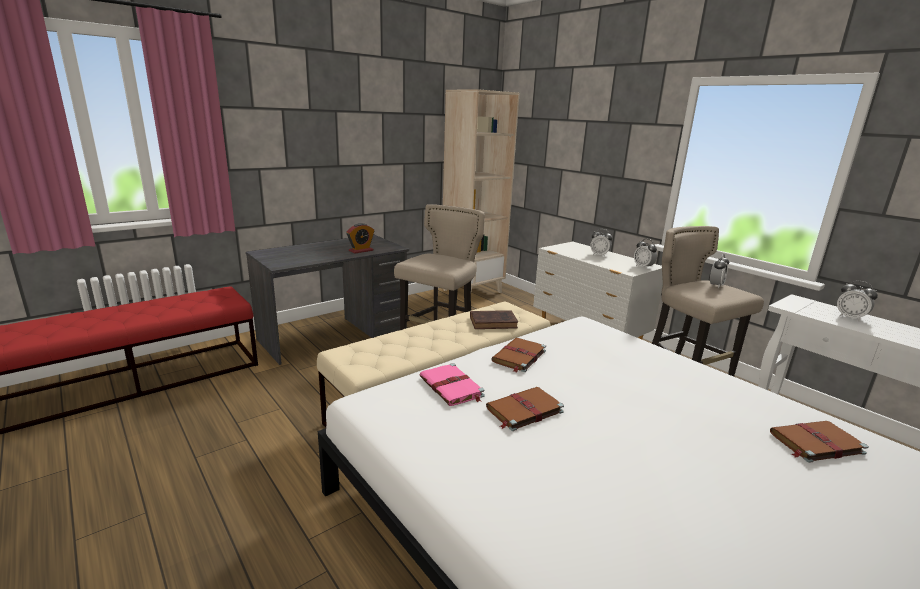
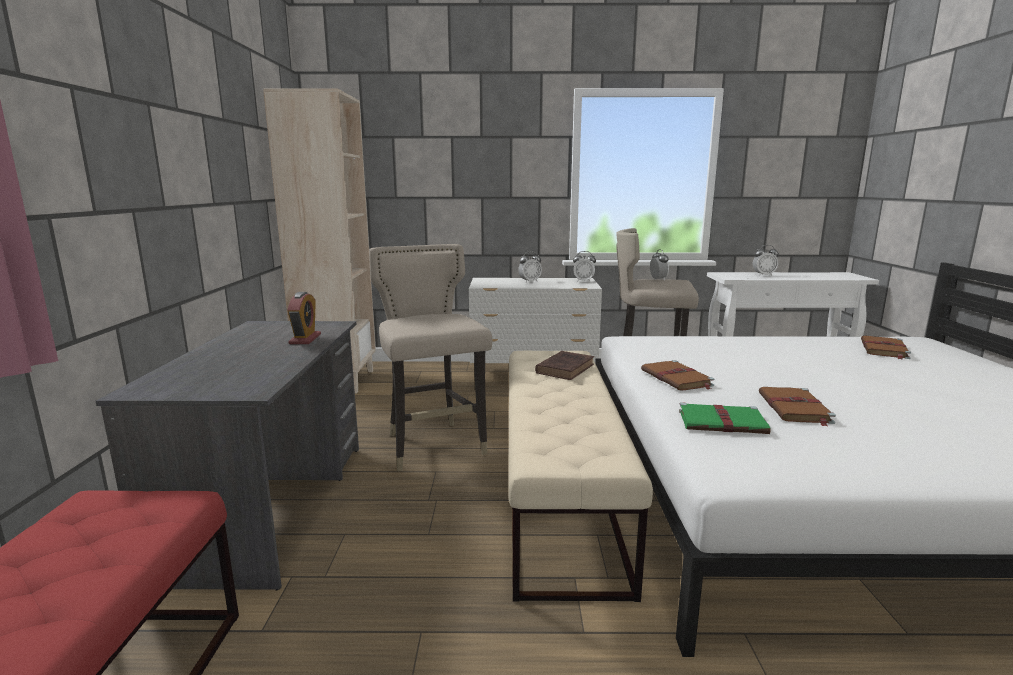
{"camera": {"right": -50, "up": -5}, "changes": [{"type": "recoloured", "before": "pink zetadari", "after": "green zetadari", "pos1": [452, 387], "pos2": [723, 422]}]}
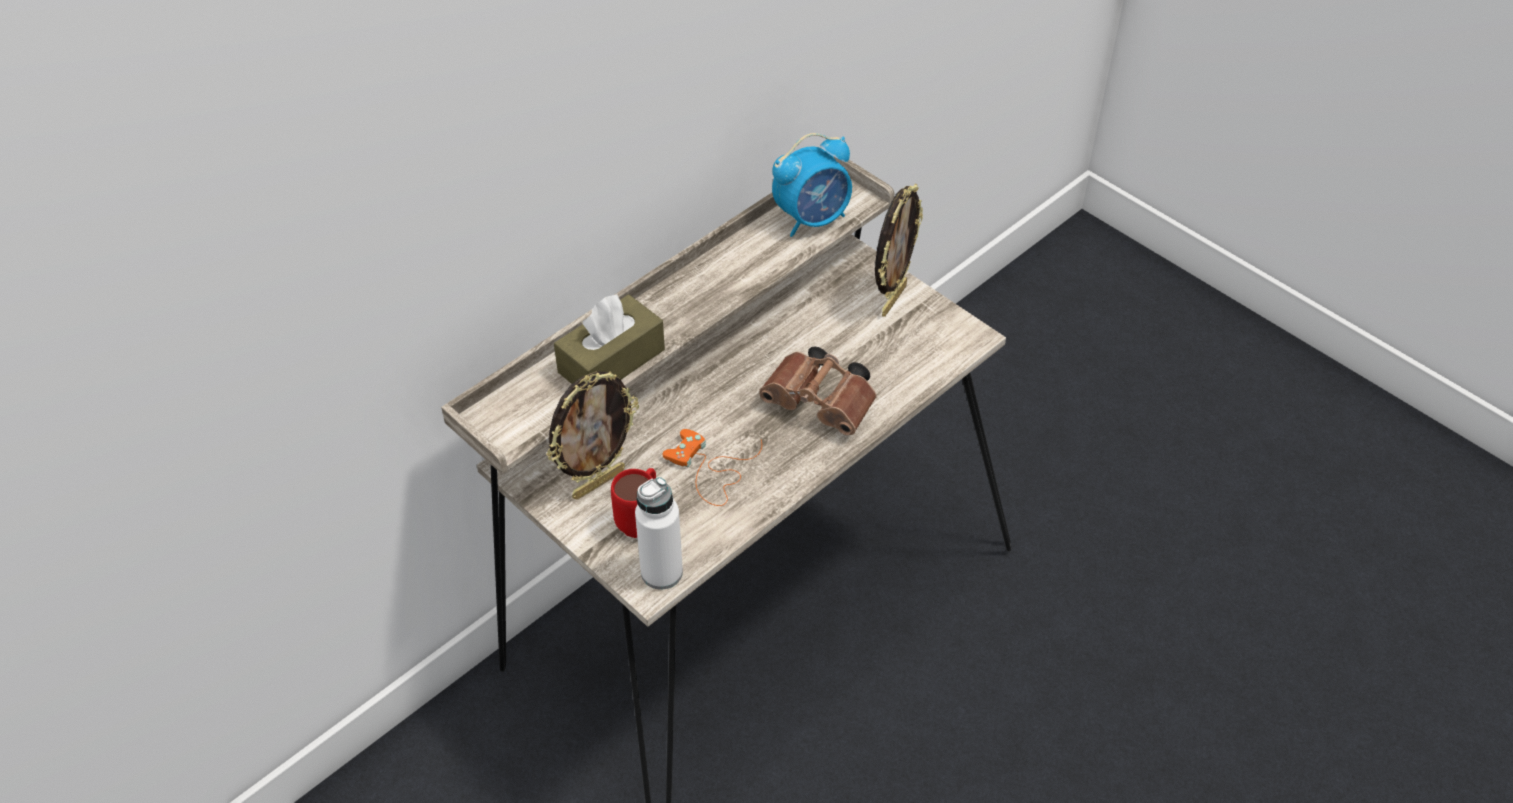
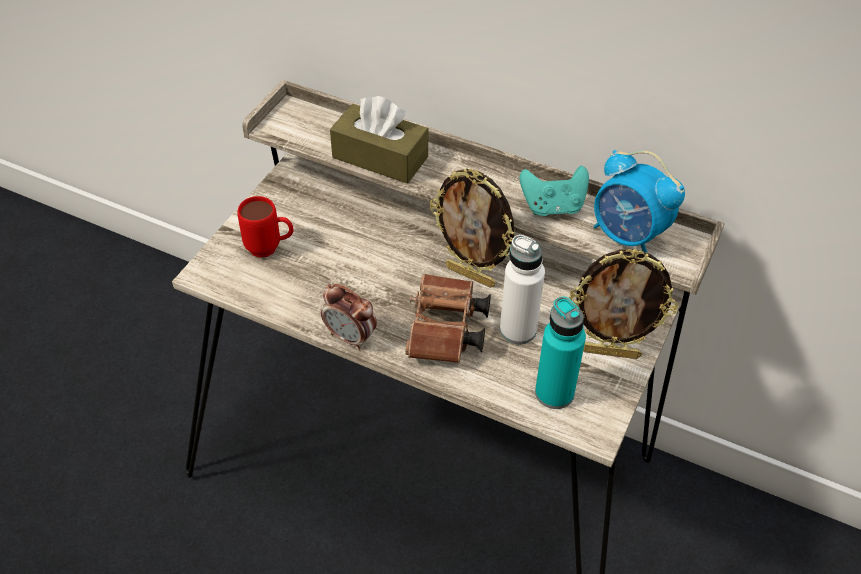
{"camera": {"right": 70, "up": 0}, "changes": [{"type": "moved", "before": "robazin", "pos1": [598, 482], "pos2": [471, 275]}, {"type": "moved", "before": "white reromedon", "pos1": [661, 572], "pos2": [518, 330]}, {"type": "removed", "before": "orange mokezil", "pos1": [710, 469]}, {"type": "added", "after": "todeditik", "pos2": [350, 337]}, {"type": "added", "after": "turquoise mokezil", "pos2": [553, 207]}, {"type": "added", "after": "turquoise reromedon", "pos2": [554, 393]}]}
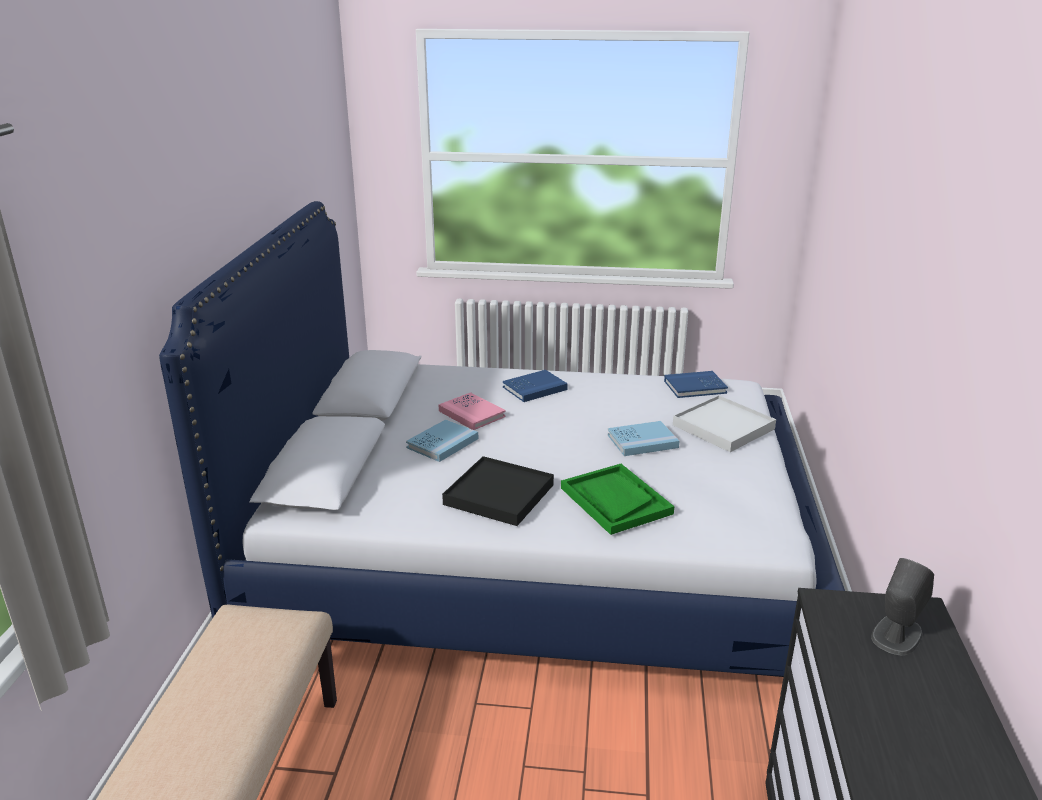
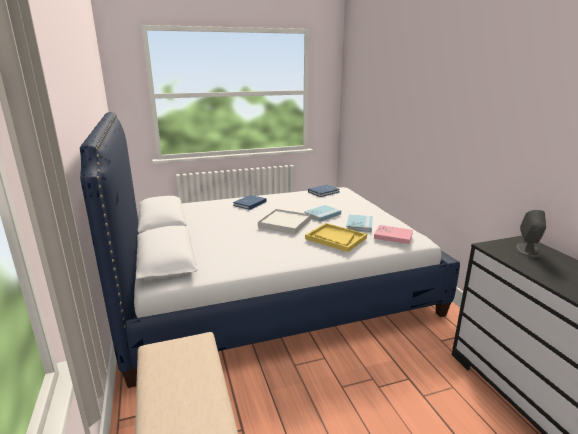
{"camera": {"right": -25, "up": -5}, "changes": [{"type": "moved", "before": "blue zetadari", "pos1": [442, 443], "pos2": [359, 224]}, {"type": "moved", "before": "pink zetadari", "pos1": [471, 414], "pos2": [393, 236]}, {"type": "removed", "before": "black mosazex", "pos1": [498, 495]}, {"type": "recoloured", "before": "green mosazex", "after": "yellow mosazex", "pos1": [615, 501], "pos2": [335, 238]}, {"type": "moved", "before": "white mosazex", "pos1": [723, 427], "pos2": [284, 223]}]}
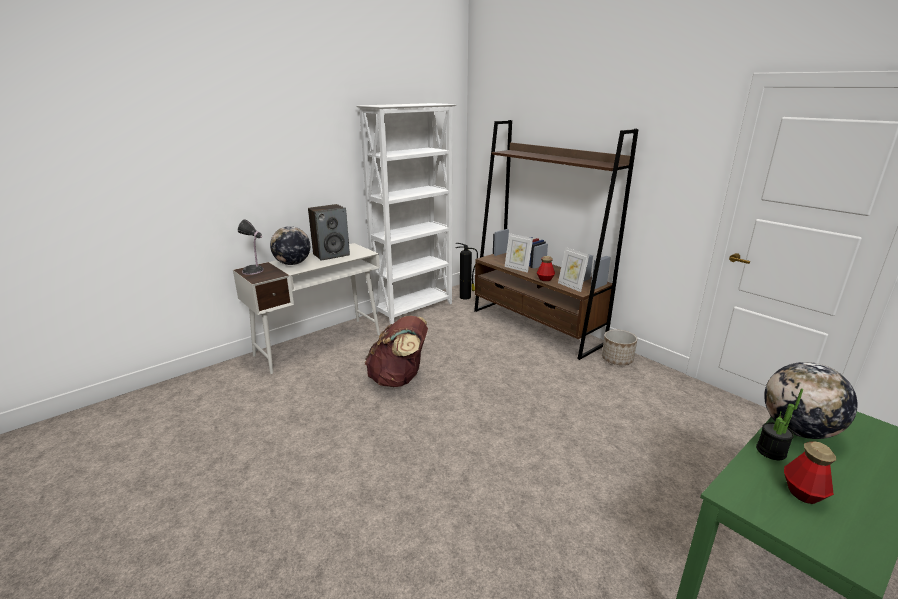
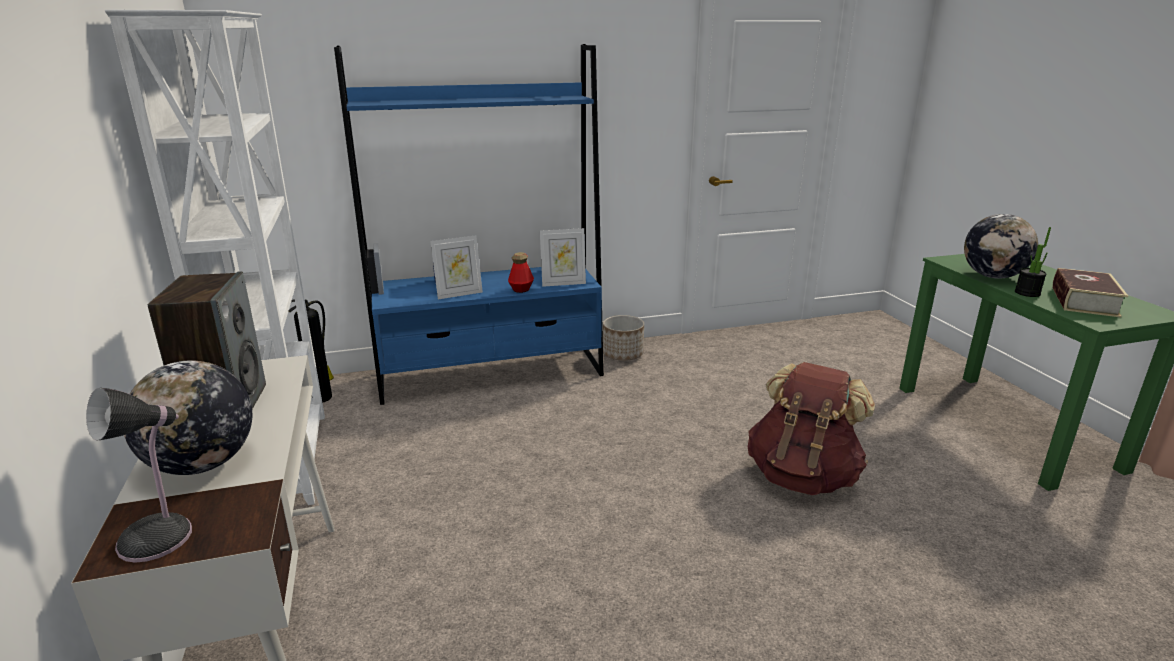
{"camera": {"right": -65, "up": 0}, "changes": [{"type": "moved", "before": "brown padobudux", "pos1": [399, 379], "pos2": [802, 476]}, {"type": "recoloured", "before": "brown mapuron", "after": "blue mapuron", "pos1": [536, 326], "pos2": [491, 374]}, {"type": "replaced", "before": "reromedon", "after": "zetadari", "pos1": [803, 493], "pos2": [1084, 301]}]}
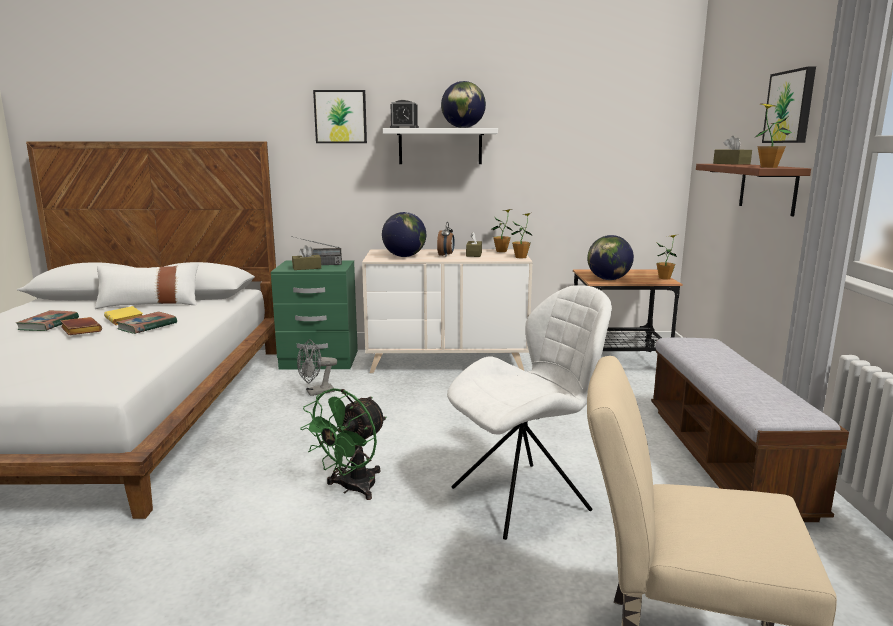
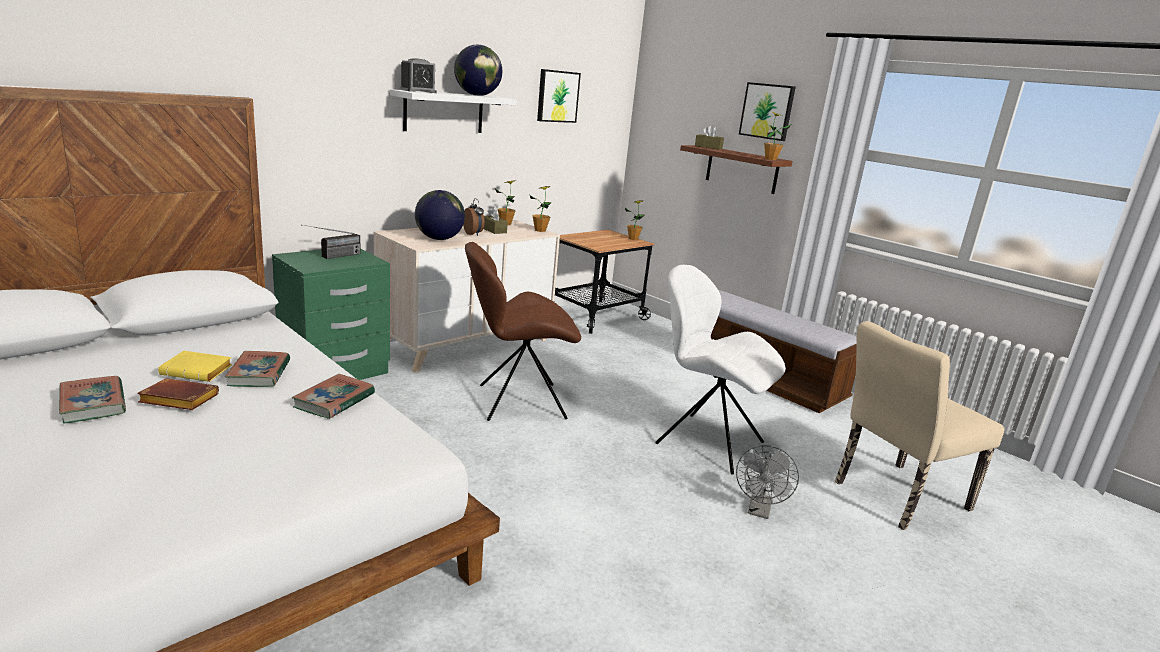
{"camera": {"right": -45, "up": 5}, "changes": [{"type": "removed", "before": "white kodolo", "pos1": [149, 304]}, {"type": "removed", "before": "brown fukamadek", "pos1": [307, 268]}, {"type": "moved", "before": "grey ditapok", "pos1": [316, 392], "pos2": [759, 511]}, {"type": "removed", "before": "green ditapok", "pos1": [351, 489]}, {"type": "moved", "before": "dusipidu", "pos1": [340, 117], "pos2": [557, 96]}, {"type": "turned", "before": "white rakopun", "pos1": [524, 498], "pos2": [706, 441], "turn": -75}, {"type": "removed", "before": "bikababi", "pos1": [608, 279]}, {"type": "added", "after": "zetadari", "pos2": [334, 401]}, {"type": "added", "after": "brown rakopun", "pos2": [517, 402]}]}
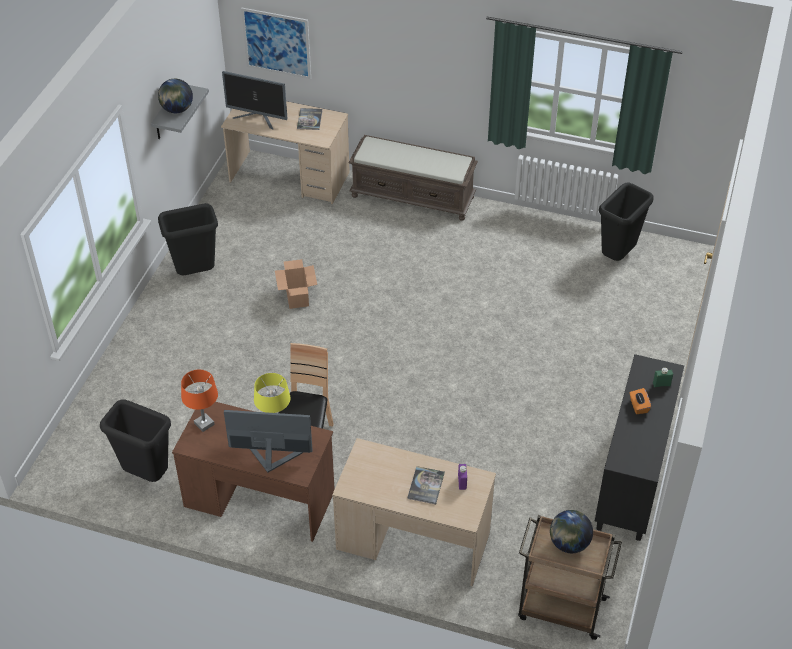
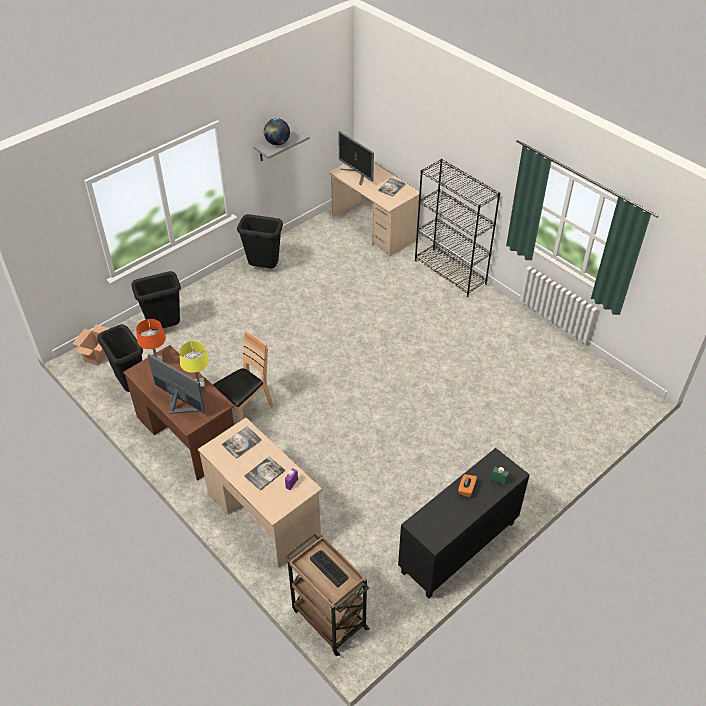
{"camera": {"right": 30, "up": 0}, "changes": [{"type": "removed", "before": "dusipidu", "pos1": [276, 43]}, {"type": "moved", "before": "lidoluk", "pos1": [297, 298], "pos2": [97, 356]}, {"type": "replaced", "before": "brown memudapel", "after": "black mapuron", "pos1": [413, 196], "pos2": [450, 272]}, {"type": "replaced", "before": "bikababi", "after": "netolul", "pos1": [569, 543], "pos2": [329, 568]}, {"type": "moved", "before": "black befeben", "pos1": [617, 257], "pos2": [165, 329]}, {"type": "added", "after": "zetadari", "pos2": [241, 442]}]}
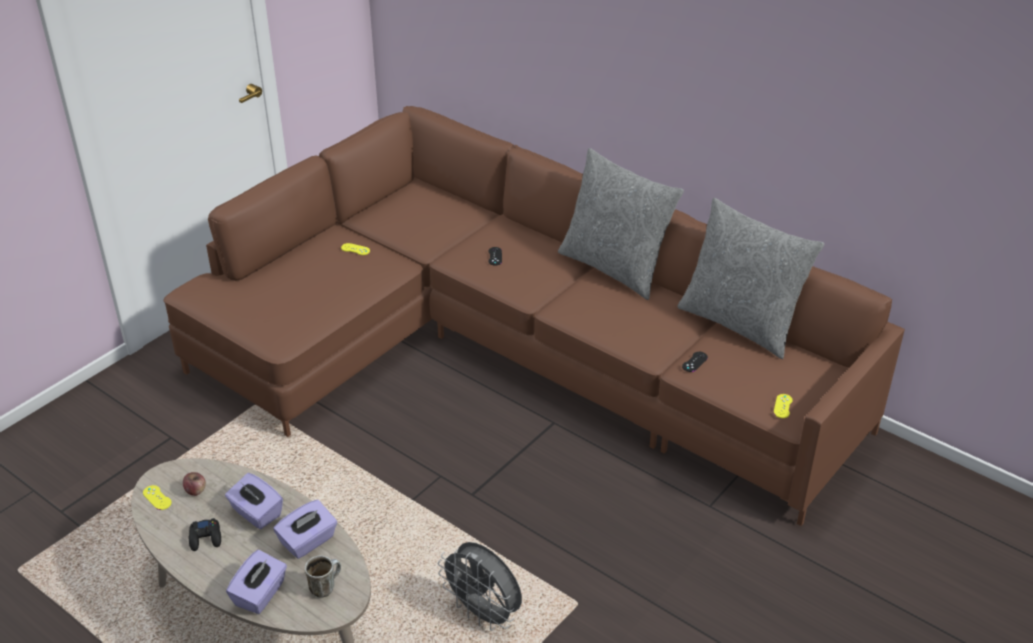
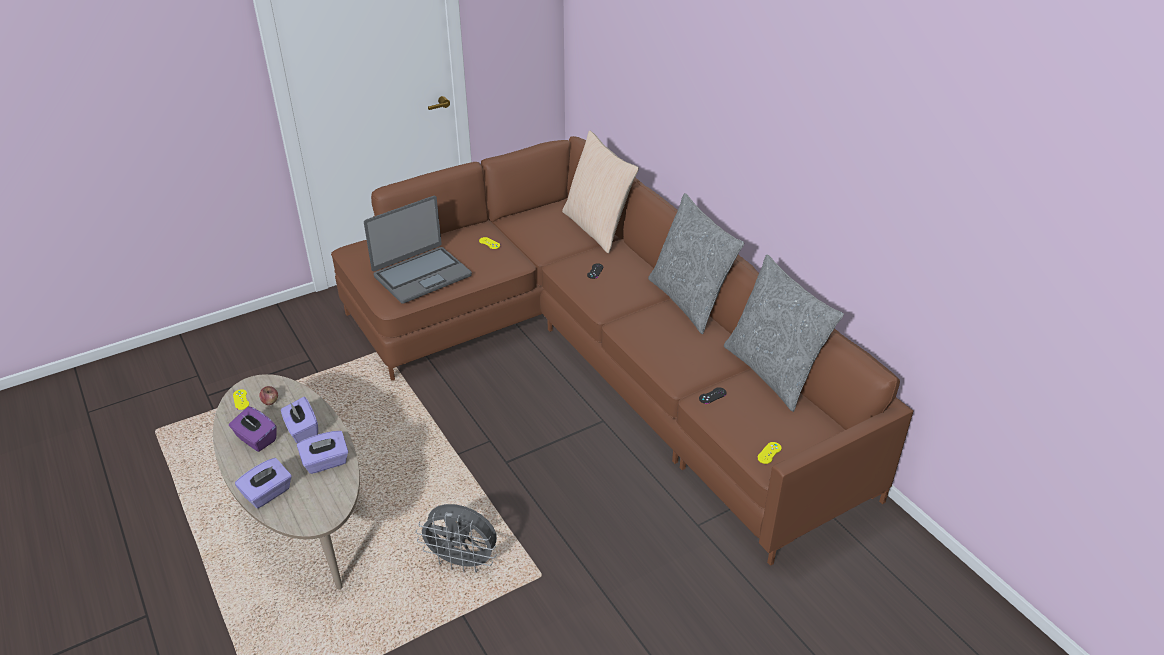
{"camera": {"right": 20, "up": 0}, "changes": [{"type": "replaced", "before": "black mokezil", "after": "purple fukamadek", "pos1": [206, 538], "pos2": [256, 439]}, {"type": "removed", "before": "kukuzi", "pos1": [325, 586]}, {"type": "turned", "before": "grey ditapok", "pos1": [484, 614], "pos2": [463, 562], "turn": -45}, {"type": "added", "after": "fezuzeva", "pos2": [421, 275]}, {"type": "added", "after": "beige kodolo", "pos2": [597, 228]}]}
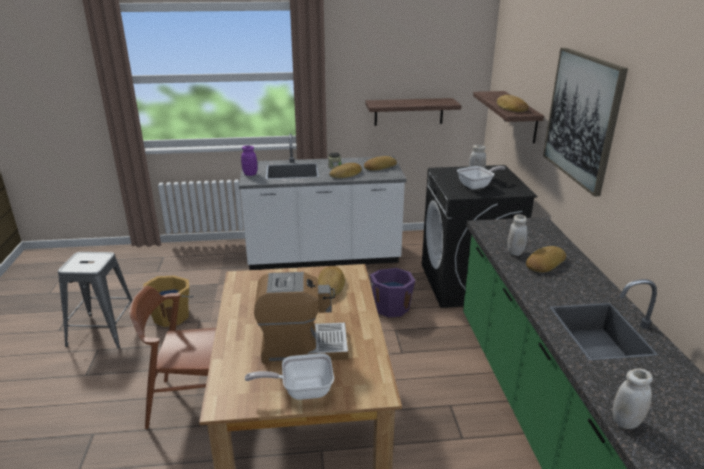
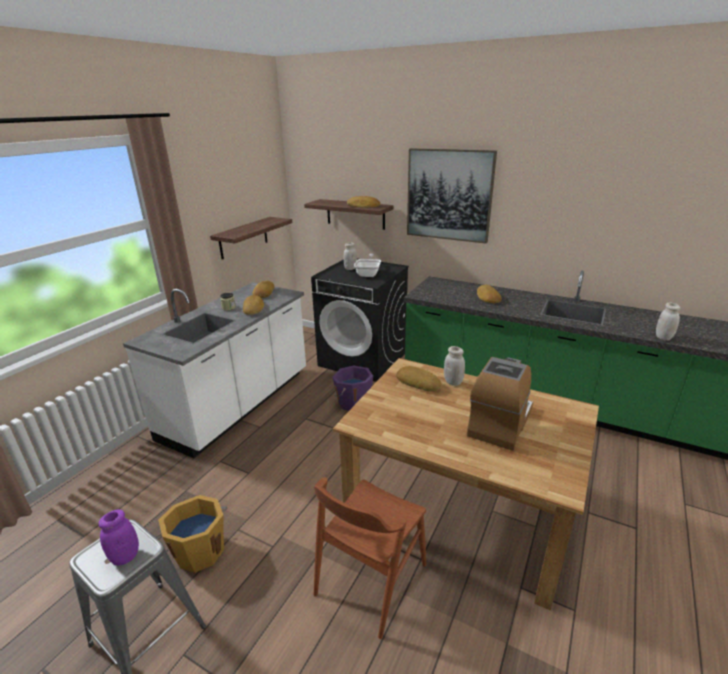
{"camera": {"right": -55, "up": 0}, "changes": [{"type": "moved", "before": "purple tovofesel", "pos1": [250, 174], "pos2": [125, 556]}, {"type": "removed", "before": "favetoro", "pos1": [301, 390]}, {"type": "moved", "before": "white tovofesel", "pos1": [515, 252], "pos2": [453, 382]}]}
